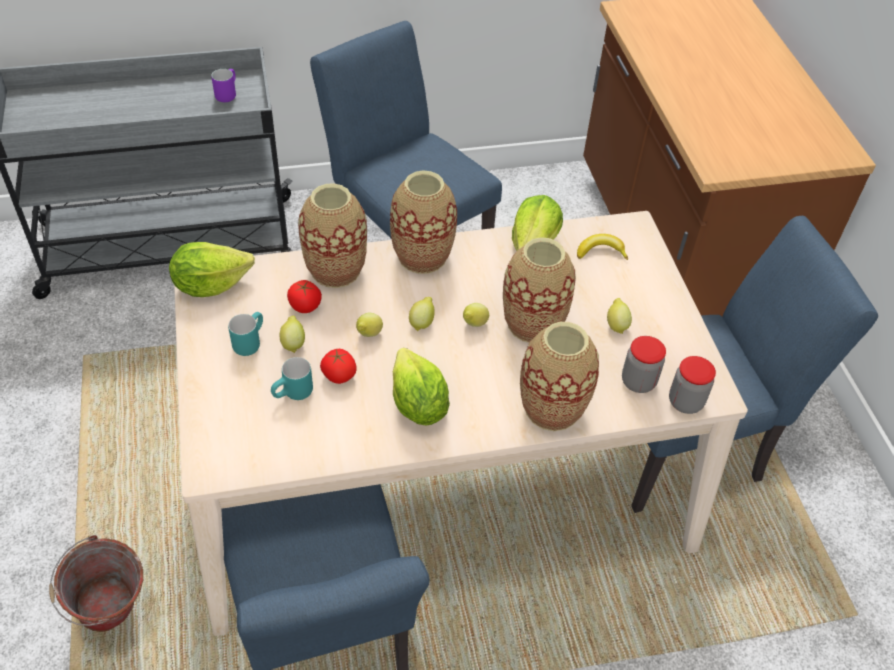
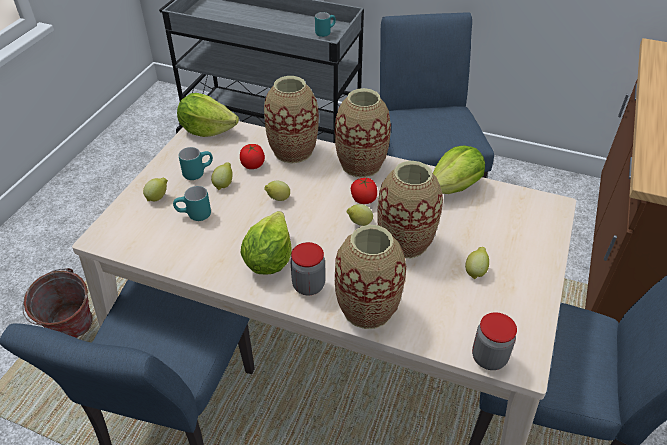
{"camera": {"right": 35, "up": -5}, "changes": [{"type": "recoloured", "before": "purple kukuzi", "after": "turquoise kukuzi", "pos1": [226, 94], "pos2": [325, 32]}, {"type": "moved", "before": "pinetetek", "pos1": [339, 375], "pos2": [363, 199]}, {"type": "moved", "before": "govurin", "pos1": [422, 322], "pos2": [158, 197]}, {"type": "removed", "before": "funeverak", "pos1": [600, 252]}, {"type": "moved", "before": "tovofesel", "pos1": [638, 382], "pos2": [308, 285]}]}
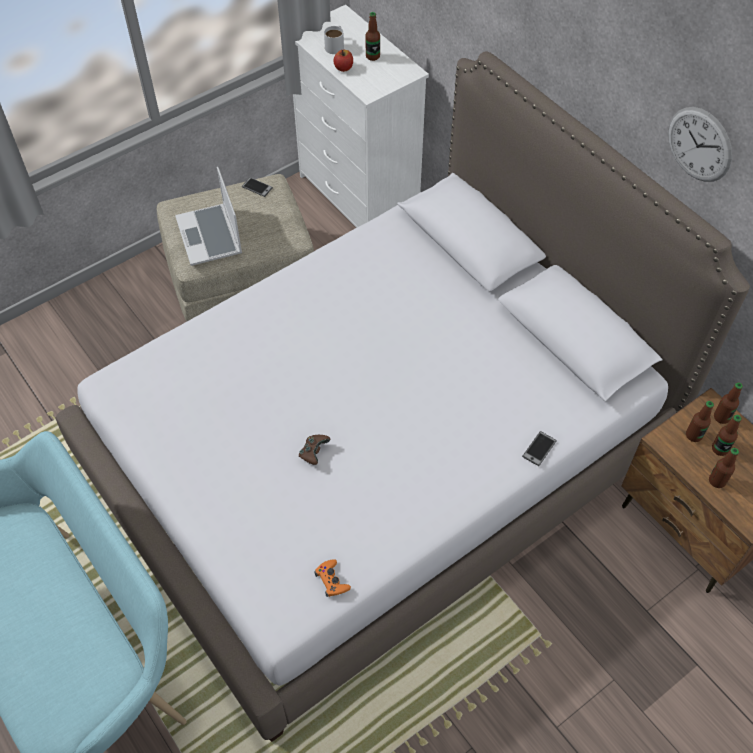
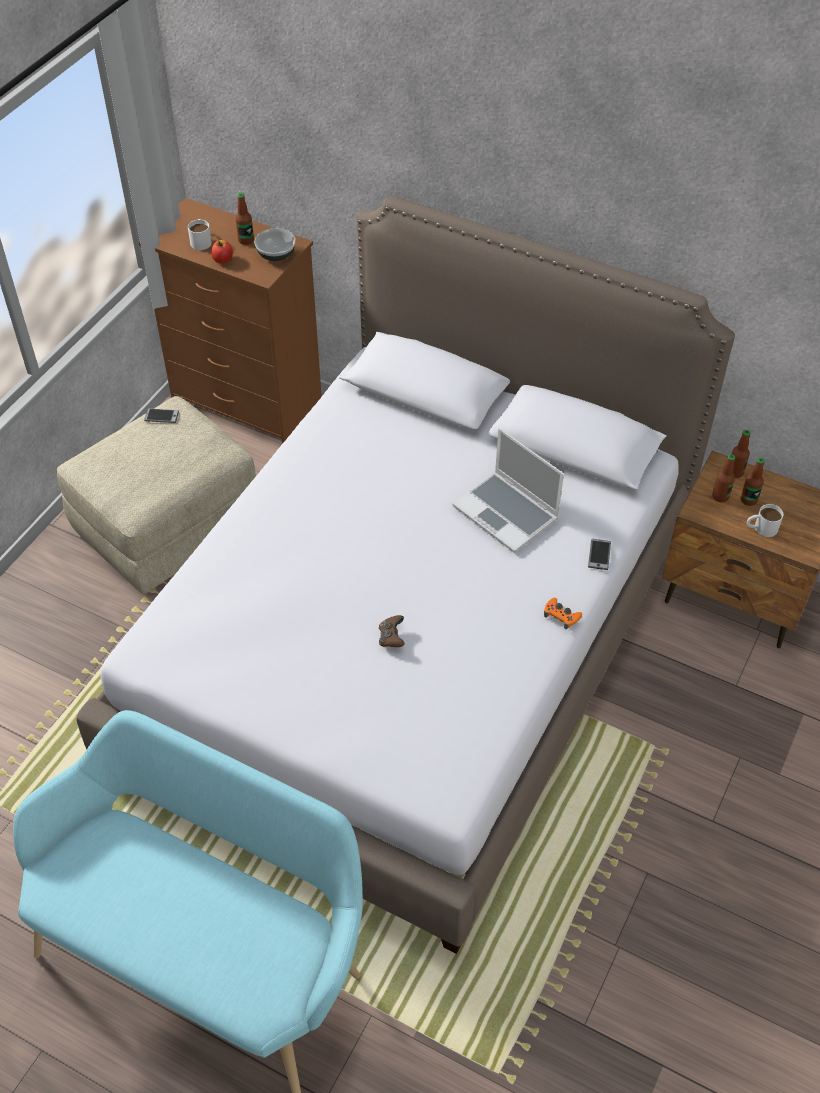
{"camera": {"right": -25, "up": -5}, "changes": [{"type": "moved", "before": "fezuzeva", "pos1": [210, 236], "pos2": [507, 513]}, {"type": "recoloured", "before": "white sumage", "after": "brown sumage", "pos1": [358, 197], "pos2": [247, 402]}, {"type": "moved", "before": "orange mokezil", "pos1": [332, 580], "pos2": [561, 615]}, {"type": "removed", "before": "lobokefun", "pos1": [699, 144]}, {"type": "replaced", "before": "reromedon", "after": "white kukuzi", "pos1": [717, 481], "pos2": [761, 528]}, {"type": "added", "after": "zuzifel", "pos2": [276, 255]}]}
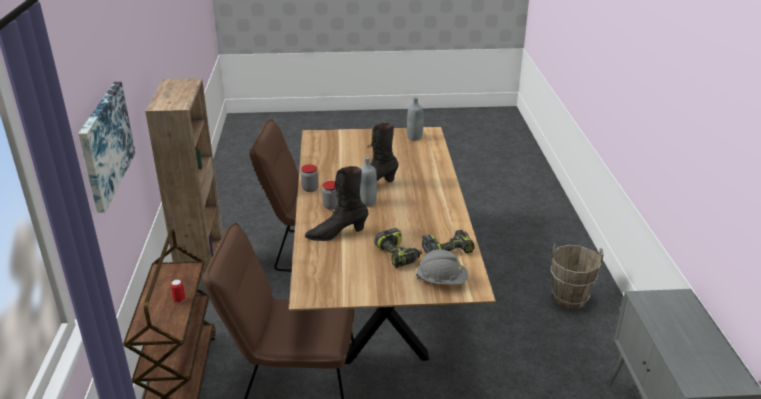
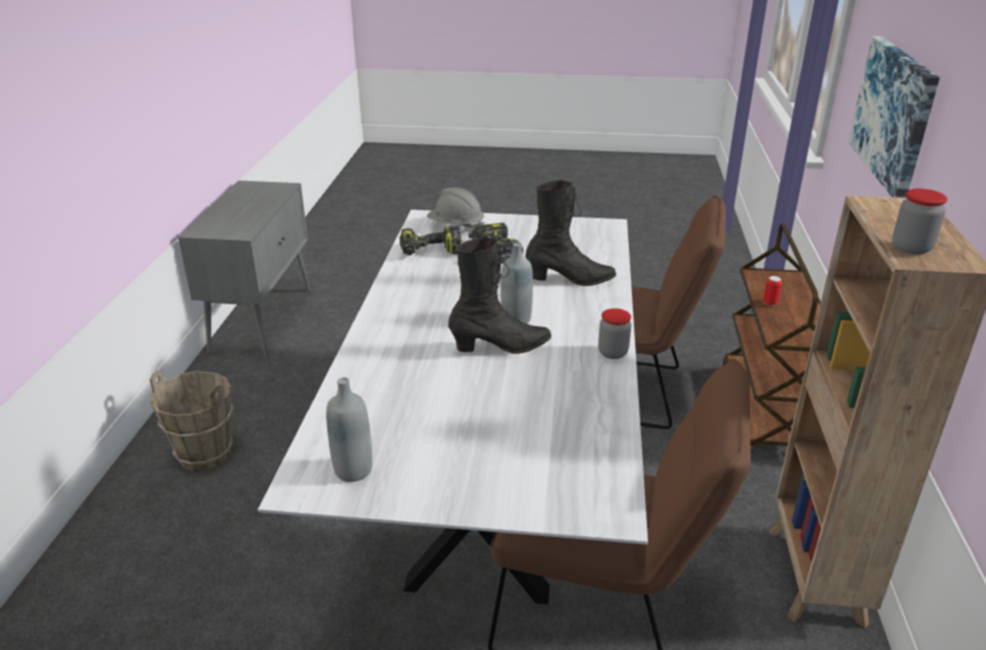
{"camera": {"right": -170, "up": 0}, "changes": [{"type": "recoloured", "before": "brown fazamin", "after": "white fazamin", "pos1": [380, 300], "pos2": [492, 487]}, {"type": "moved", "before": "tovofesel", "pos1": [331, 206], "pos2": [911, 248]}]}
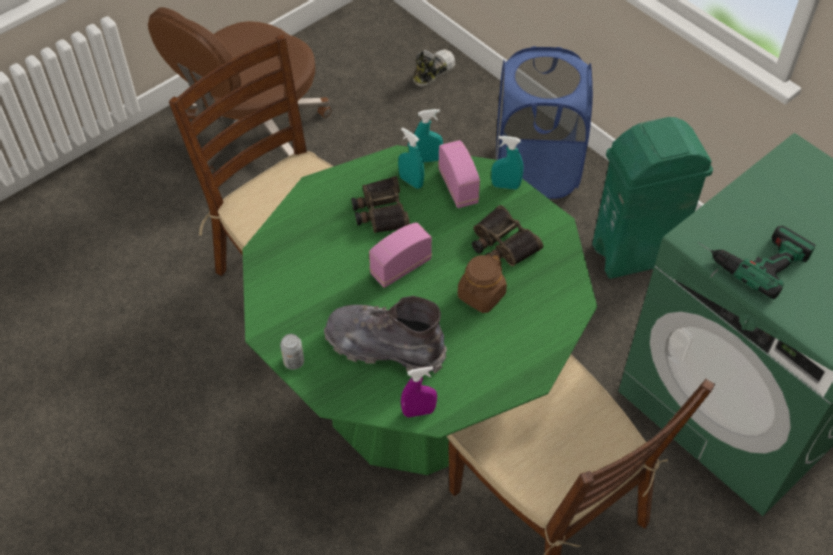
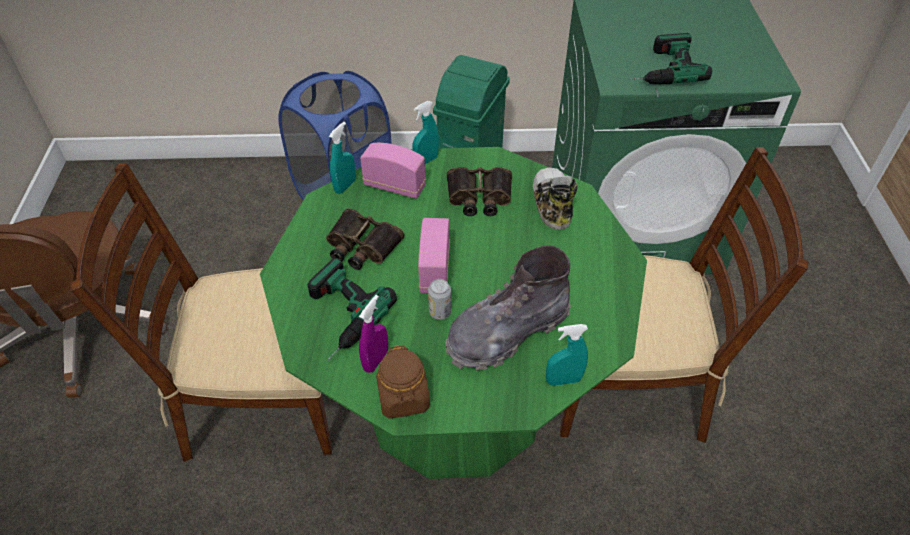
{"camera": {"right": -50, "up": -5}, "changes": [{"type": "moved", "before": "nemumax", "pos1": [293, 362], "pos2": [440, 312]}, {"type": "moved", "before": "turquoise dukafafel", "pos1": [411, 182], "pos2": [563, 380]}, {"type": "moved", "before": "purple dukafafel", "pos1": [419, 412], "pos2": [376, 360]}, {"type": "moved", "before": "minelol", "pos1": [433, 72], "pos2": [551, 204]}, {"type": "moved", "before": "brown tovofesel", "pos1": [481, 295], "pos2": [403, 397]}, {"type": "added", "after": "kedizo", "pos2": [337, 317]}]}
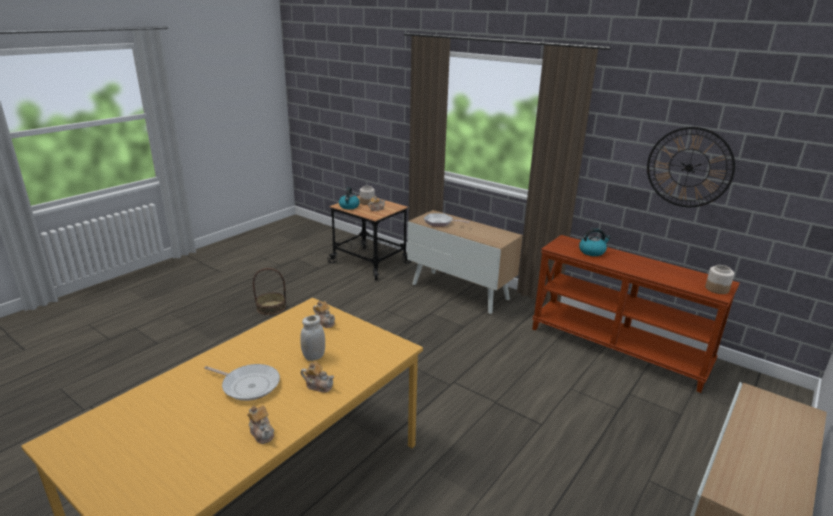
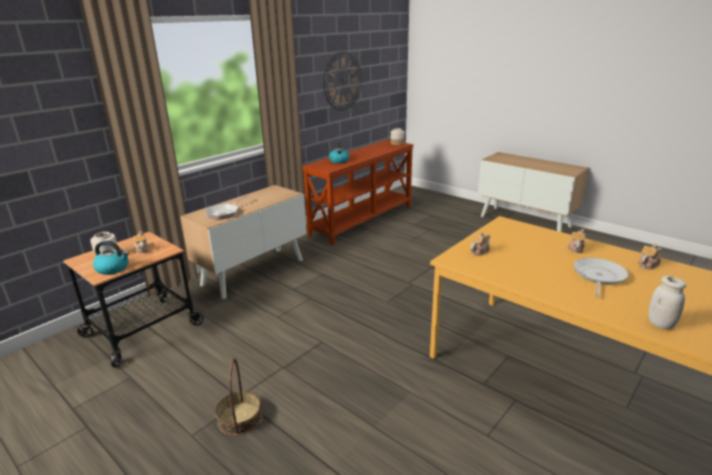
{"camera": {"right": -85, "up": 0}, "changes": [{"type": "moved", "before": "white tovofesel", "pos1": [314, 356], "pos2": [660, 324]}]}
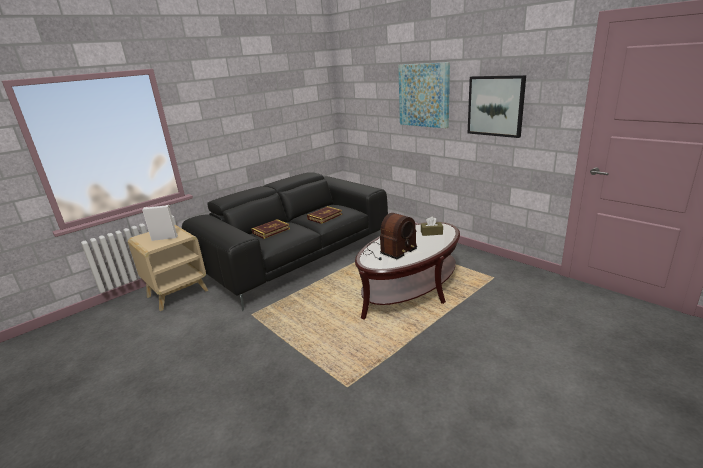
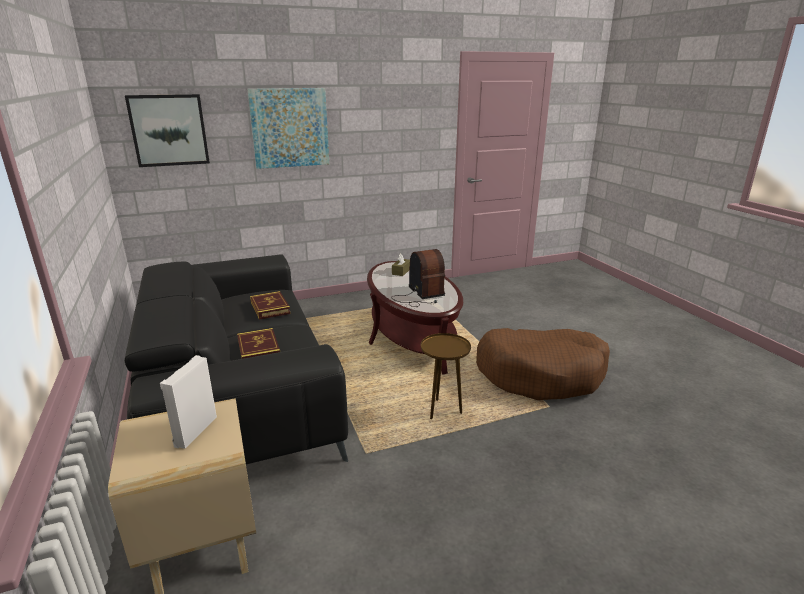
{"camera": {"right": -70, "up": 0}, "changes": [{"type": "moved", "before": "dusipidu", "pos1": [495, 106], "pos2": [169, 130]}, {"type": "added", "after": "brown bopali", "pos2": [443, 411]}, {"type": "added", "after": "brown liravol", "pos2": [541, 374]}]}
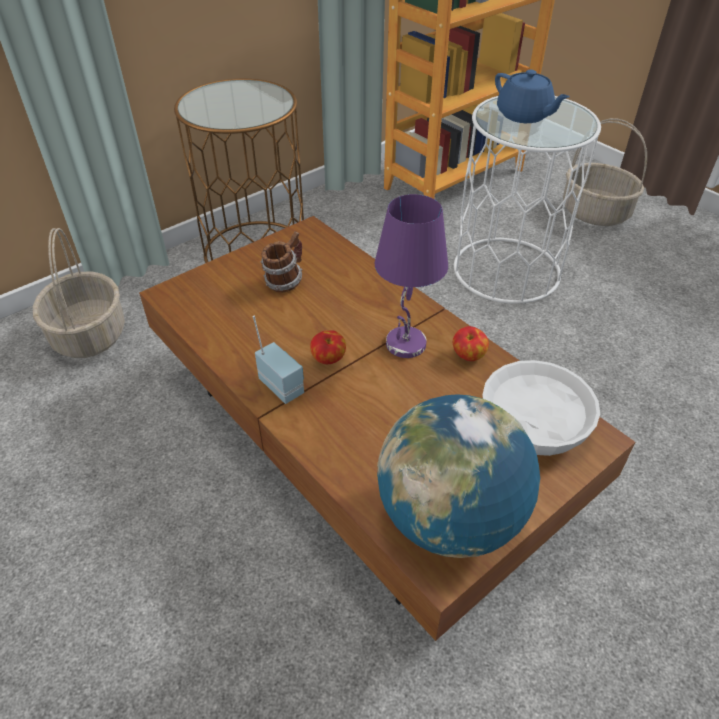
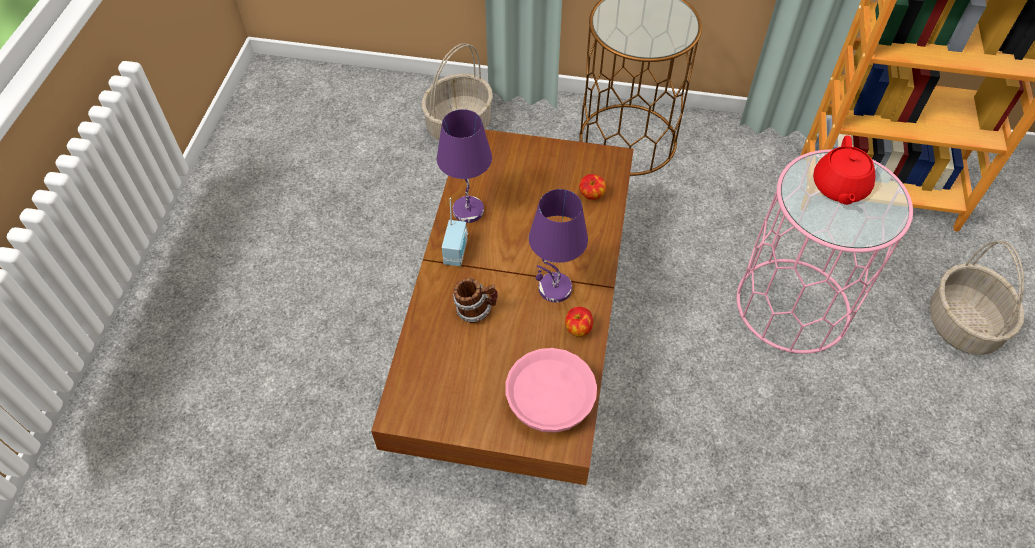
{"camera": {"right": 50, "up": 10}, "changes": [{"type": "moved", "before": "kukuzi", "pos1": [285, 281], "pos2": [476, 310]}, {"type": "moved", "before": "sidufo", "pos1": [329, 359], "pos2": [591, 195]}, {"type": "removed", "before": "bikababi", "pos1": [449, 518]}, {"type": "recoloured", "before": "white bopali", "after": "pink bopali", "pos1": [507, 270], "pos2": [793, 305]}, {"type": "recoloured", "before": "white zuzifel", "after": "pink zuzifel", "pos1": [533, 423], "pos2": [550, 399]}, {"type": "recoloured", "before": "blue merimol", "after": "red merimol", "pos1": [524, 116], "pos2": [839, 188]}, {"type": "added", "after": "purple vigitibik", "pos2": [469, 211]}]}
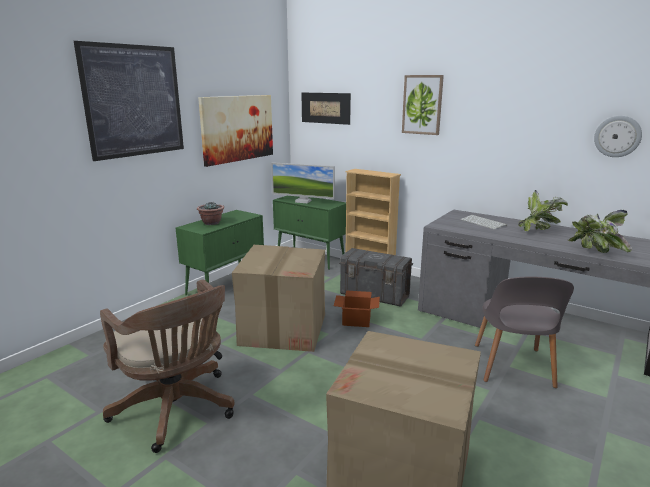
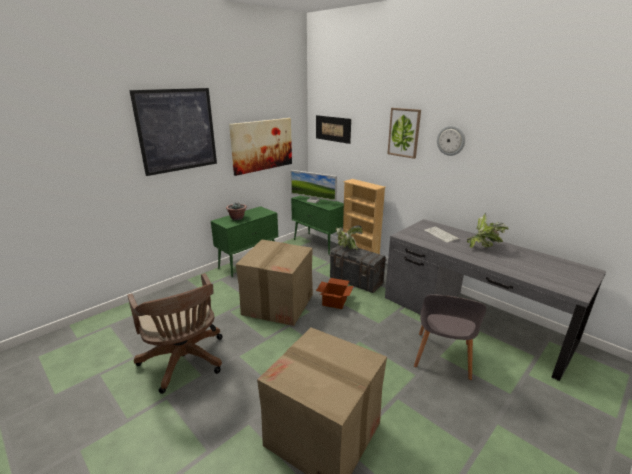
{"camera": {"right": 10, "up": 5}, "changes": [{"type": "moved", "before": "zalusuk", "pos1": [595, 252], "pos2": [346, 248]}, {"type": "moved", "before": "lobokefun", "pos1": [617, 136], "pos2": [451, 140]}]}
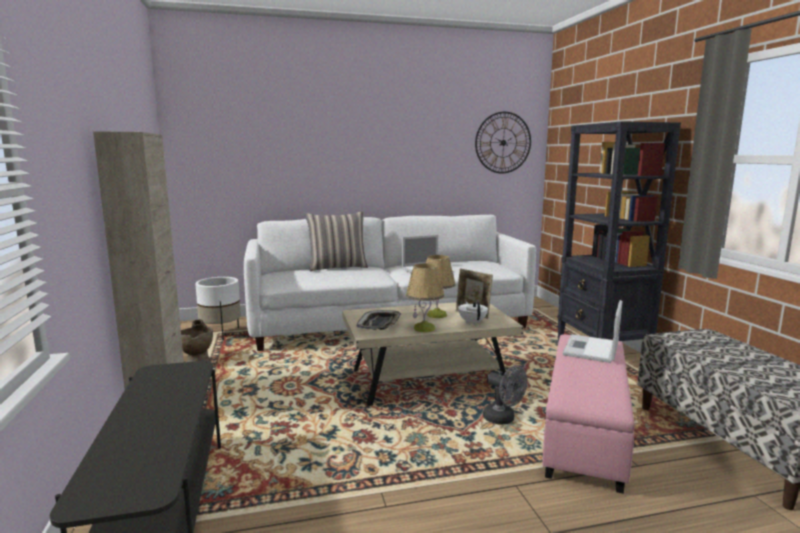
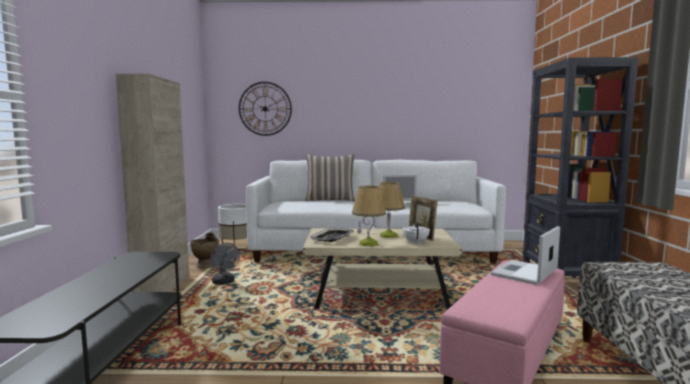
{"camera": {"right": 15, "up": -5}, "changes": [{"type": "moved", "before": "lobokefun", "pos1": [503, 142], "pos2": [265, 108]}, {"type": "moved", "before": "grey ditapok", "pos1": [503, 419], "pos2": [224, 282]}]}
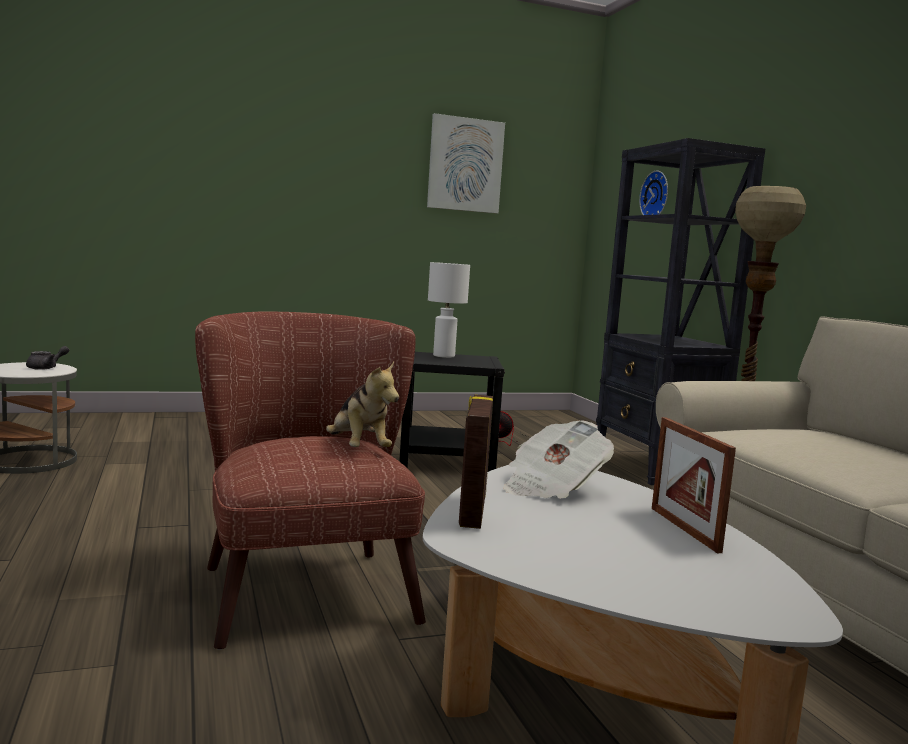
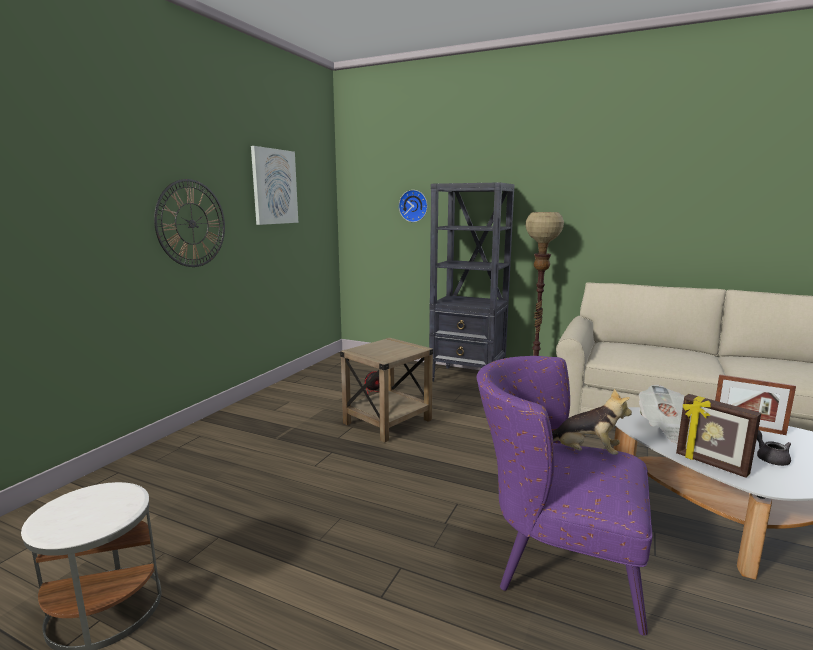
{"camera": {"right": -45, "up": 5}, "changes": [{"type": "moved", "before": "grey merimol", "pos1": [46, 368], "pos2": [769, 458]}, {"type": "recoloured", "before": "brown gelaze", "after": "purple gelaze", "pos1": [304, 584], "pos2": [555, 557]}, {"type": "recoloured", "before": "black bopali", "after": "beige bopali", "pos1": [447, 462], "pos2": [388, 422]}, {"type": "removed", "before": "white vigitibik", "pos1": [444, 356]}, {"type": "added", "after": "lobokefun", "pos2": [192, 223]}]}
